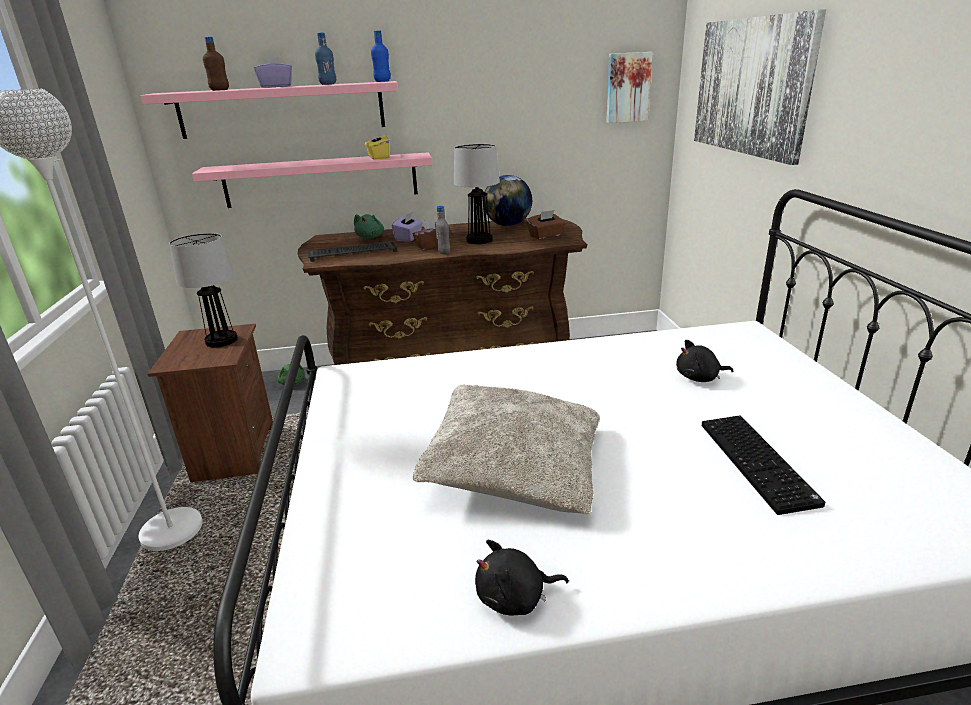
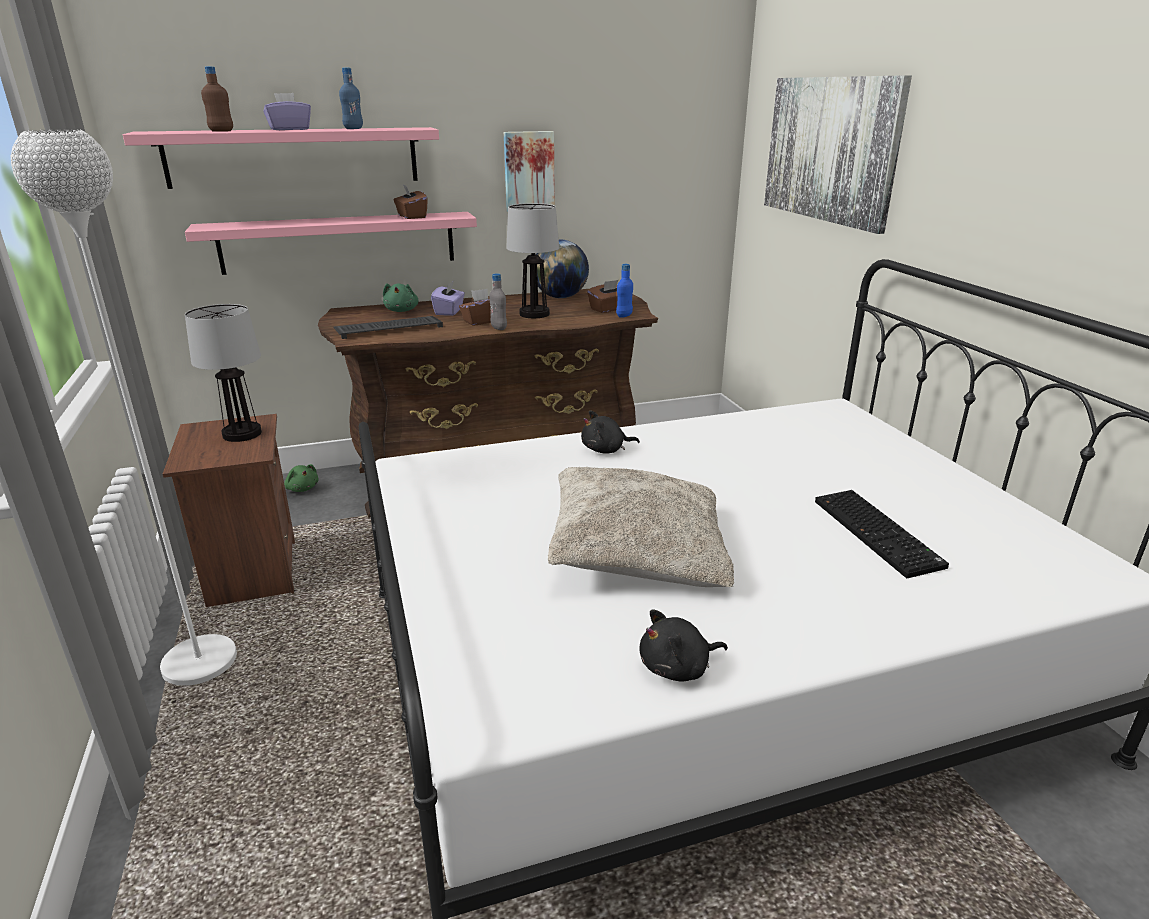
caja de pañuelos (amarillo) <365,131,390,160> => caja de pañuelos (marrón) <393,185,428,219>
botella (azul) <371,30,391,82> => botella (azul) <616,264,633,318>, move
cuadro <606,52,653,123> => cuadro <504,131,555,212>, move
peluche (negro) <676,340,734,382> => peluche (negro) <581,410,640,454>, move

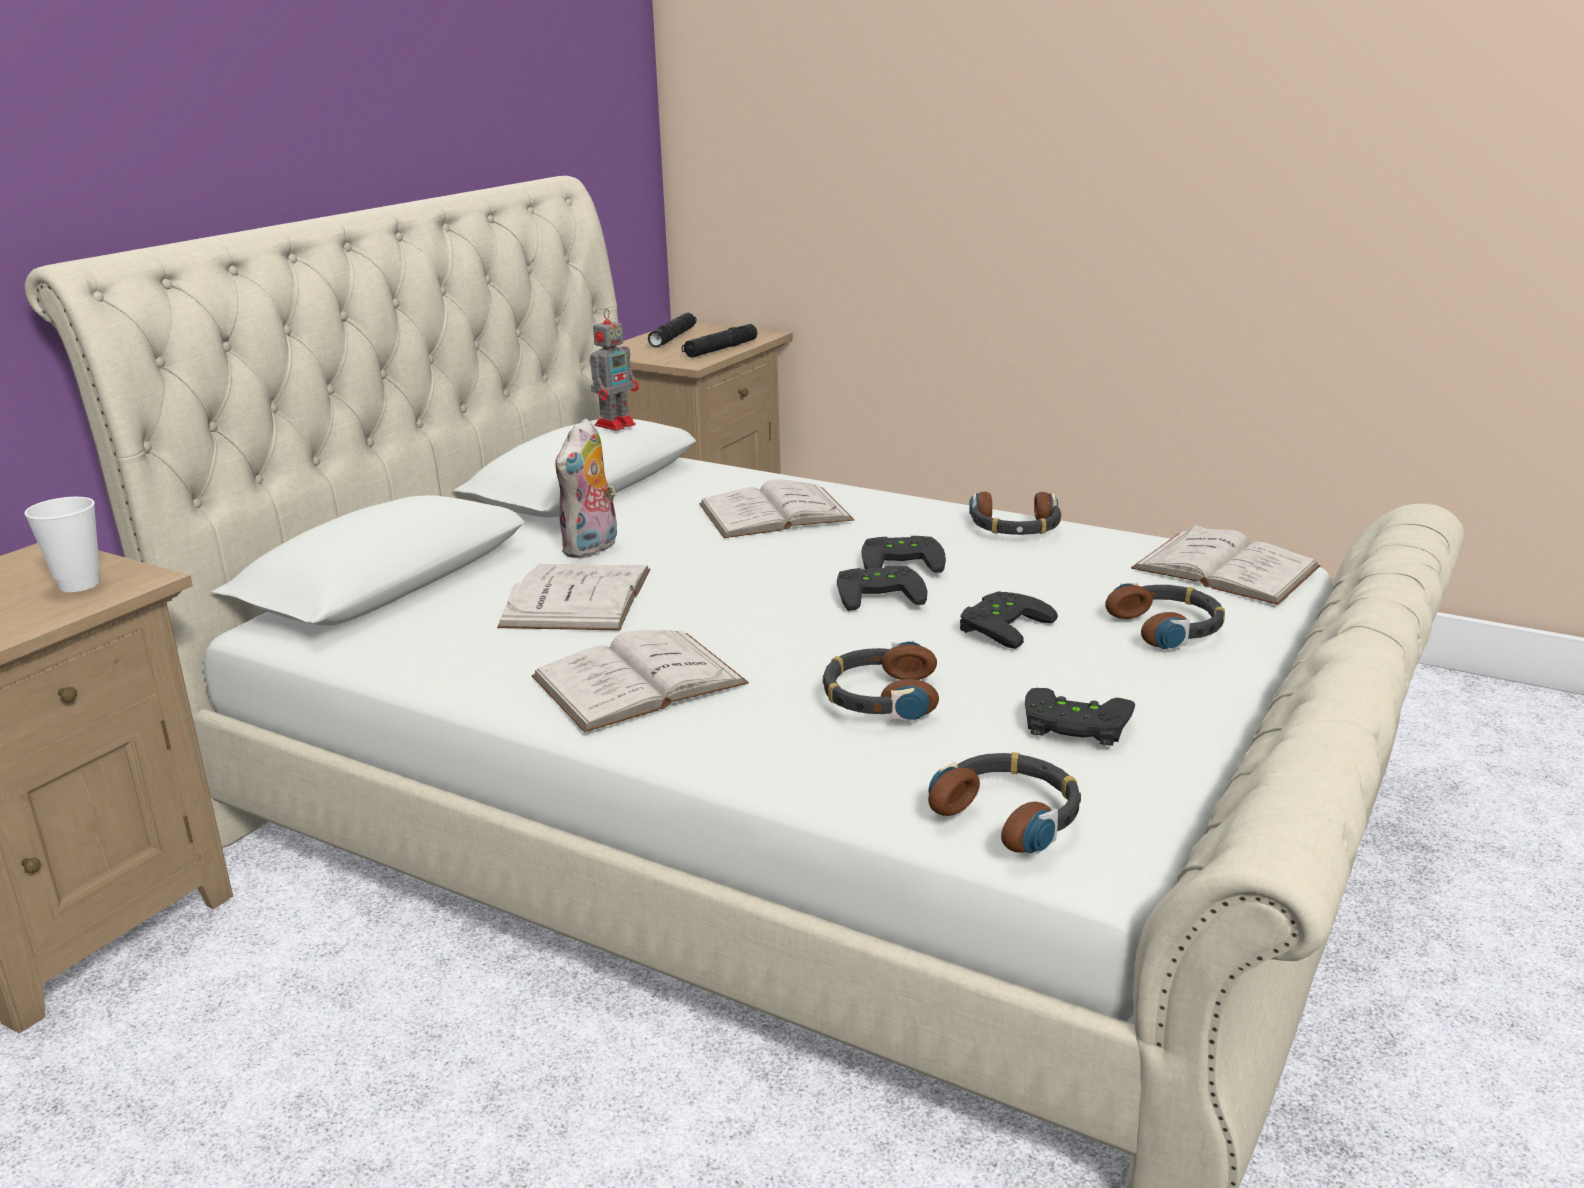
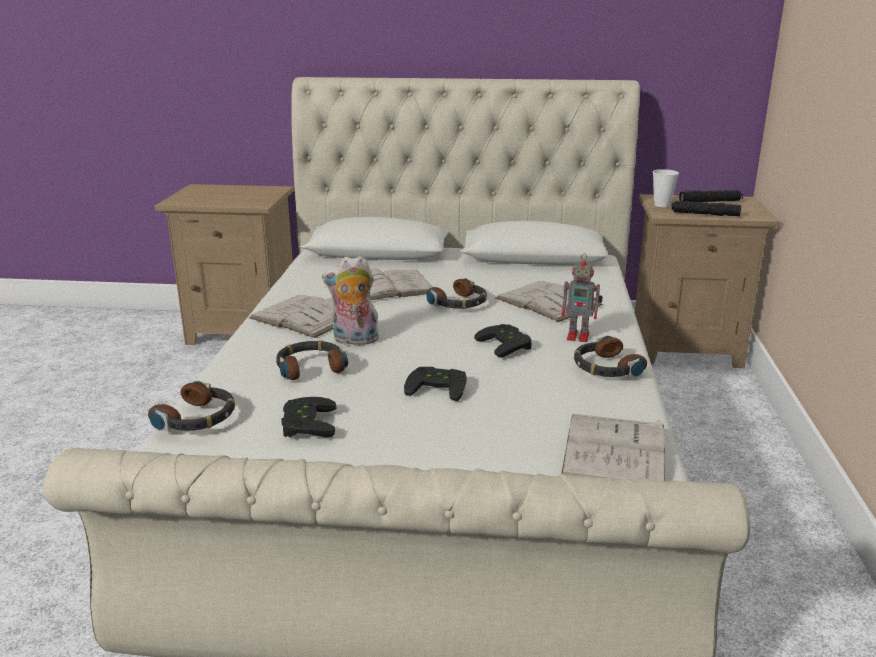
taza <24,497,99,592> => taza <653,169,679,207>, move
peluche <555,418,617,559> => peluche <322,256,379,345>, move
robot de juguete <590,309,639,431> => robot de juguete <562,253,603,342>, move
mando de consola (negro) <837,566,927,611> => nothing
auriculares <1105,583,1225,650> => auriculares <426,278,487,309>, move

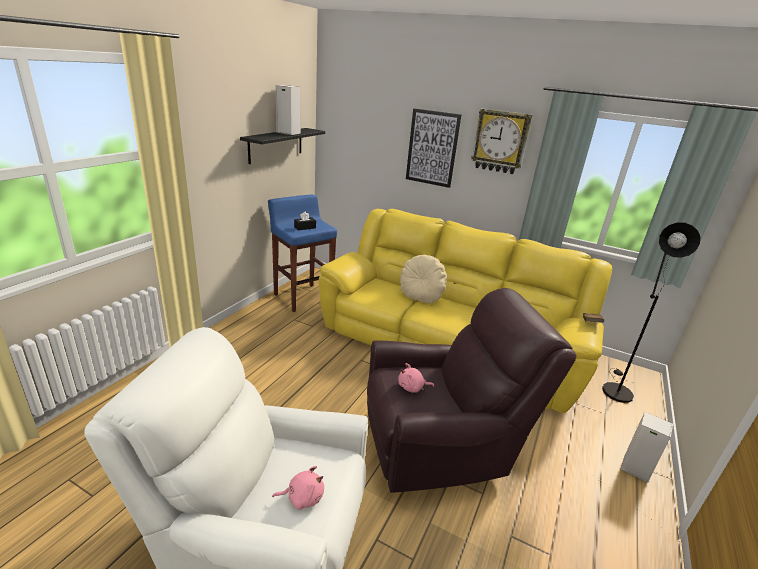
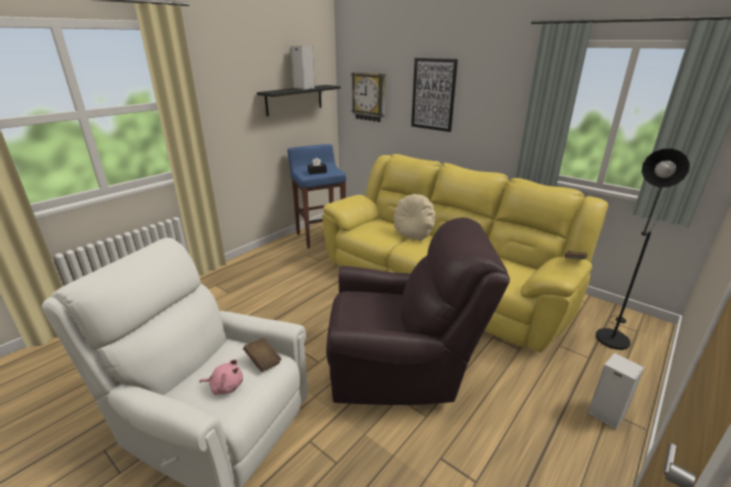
peluche (rosa) <398,363,434,393> => nothing
reloj de pared <471,108,533,174> => reloj de pared <351,72,385,122>, move
nothing => libro (marrón) <243,338,281,372>

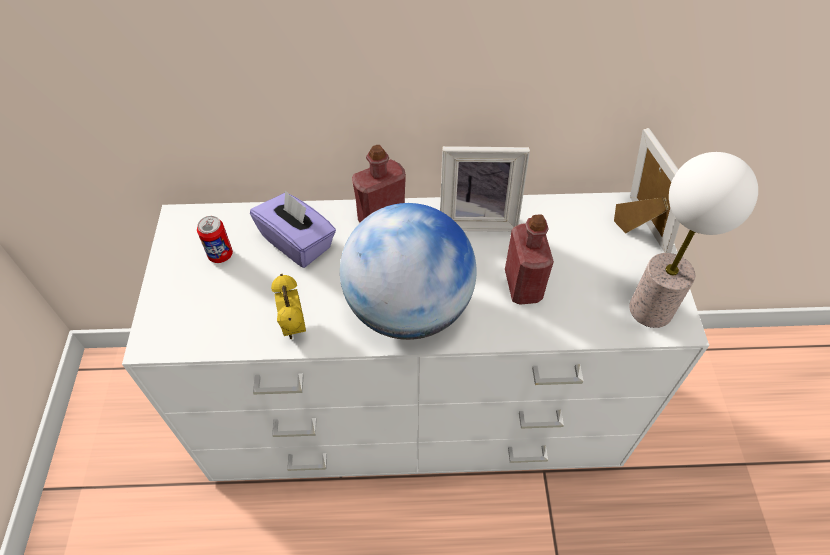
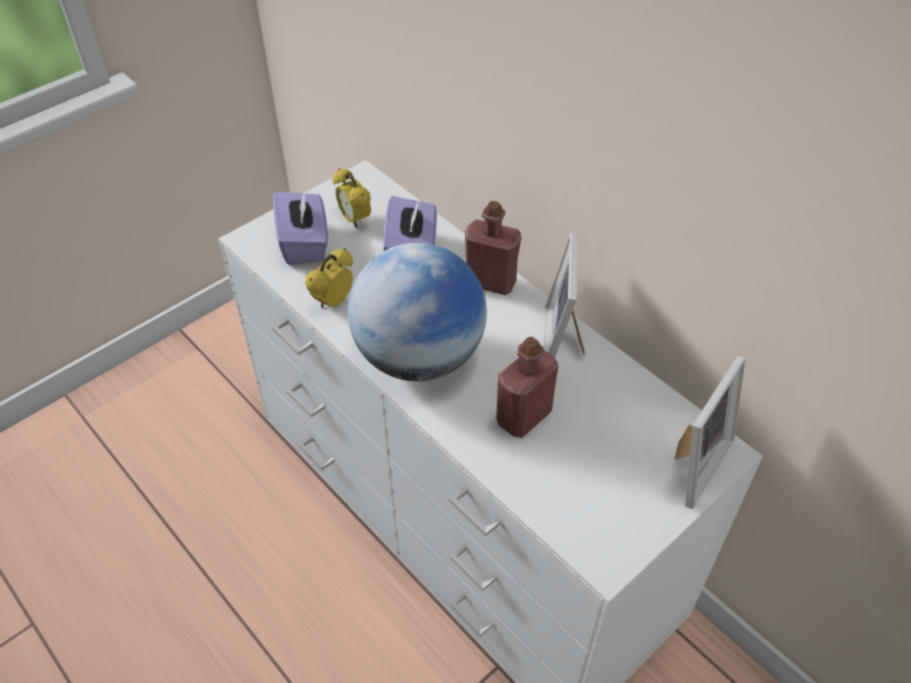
lata <197,216,233,263> => despertador <333,168,371,228>
portarretratos <440,146,530,232> => portarretratos <543,232,584,358>, 45 degrees clockwise
lámpara de mesa <629,152,758,328> => nothing
nothing => caja de pañuelos (morado) <273,190,328,265>

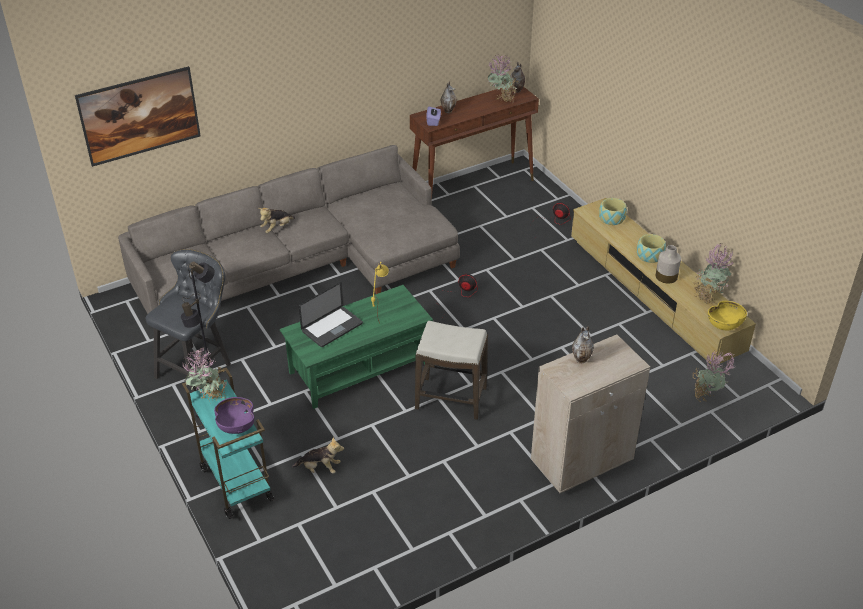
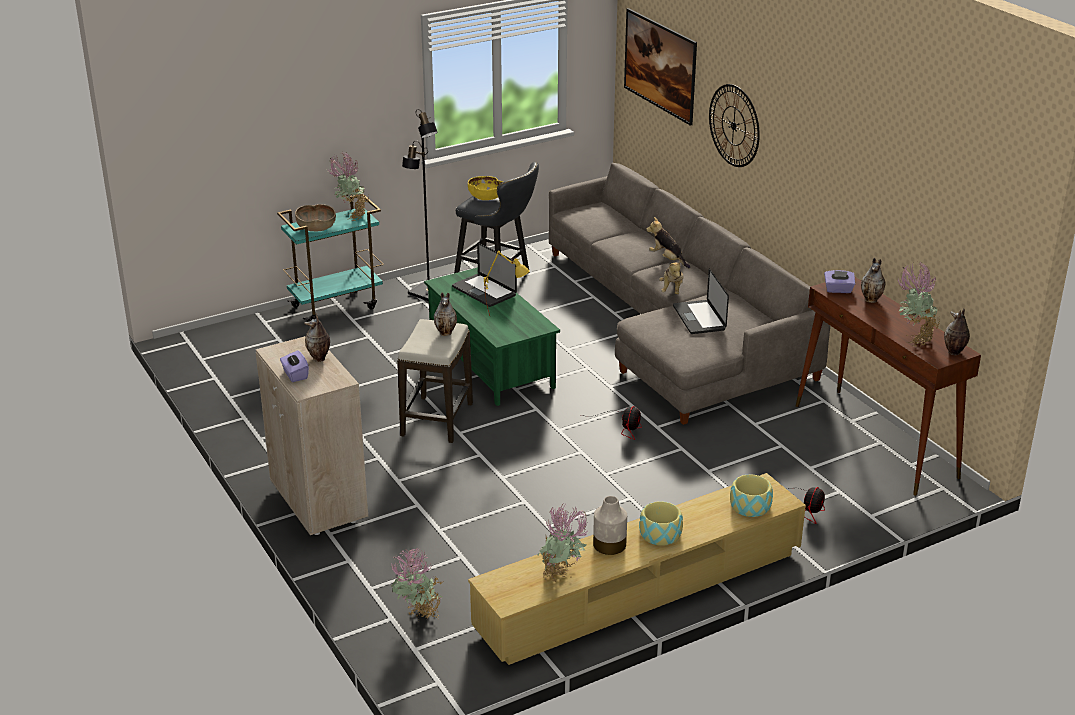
cuenco (morado) <214,397,254,434> => cuenco (marrón) <295,204,336,231>
peluche <292,437,344,473> => peluche <659,260,684,294>, move
cuenco (amarillo) <708,301,747,330> => cuenco (amarillo) <468,176,503,200>, move
nothing => caja de pañuelos (morado) <280,350,309,382>
nothing => florero <434,293,457,336>
nothing => portátil <673,268,729,334>
nothing => reloj de pared <709,84,760,167>

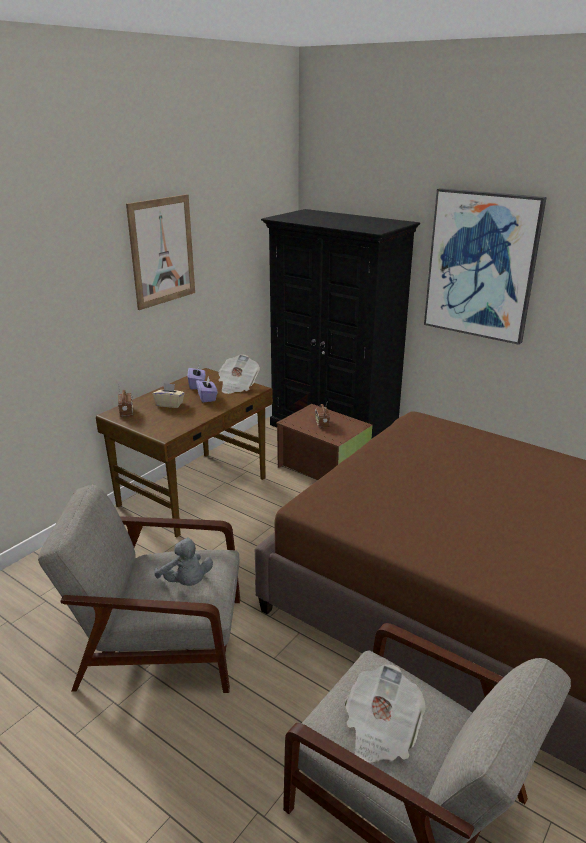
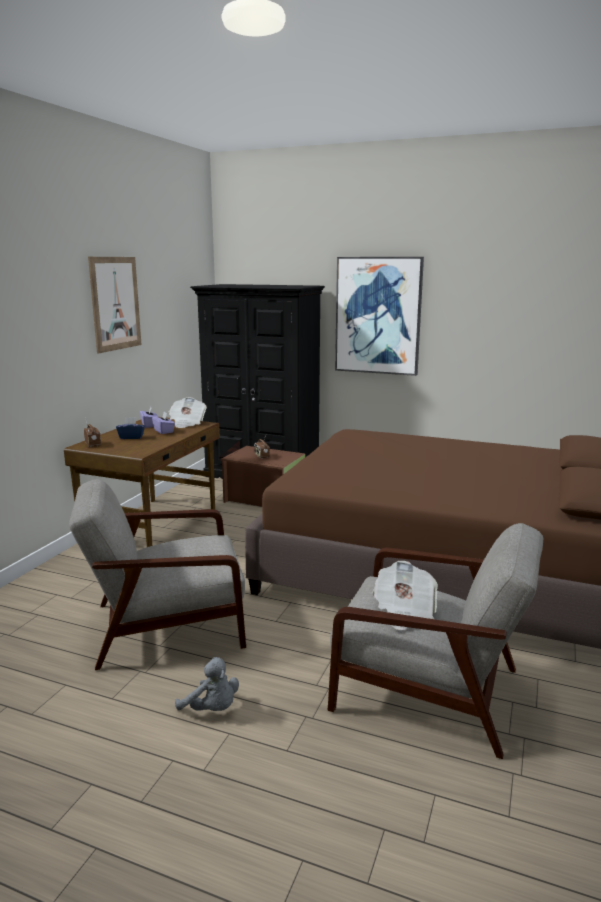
caja de pañuelos (beis) <153,383,185,408> => caja de pañuelos (azul) <116,417,145,439>
peluche (gris) <154,538,213,586> => peluche (gris) <175,657,239,711>, move

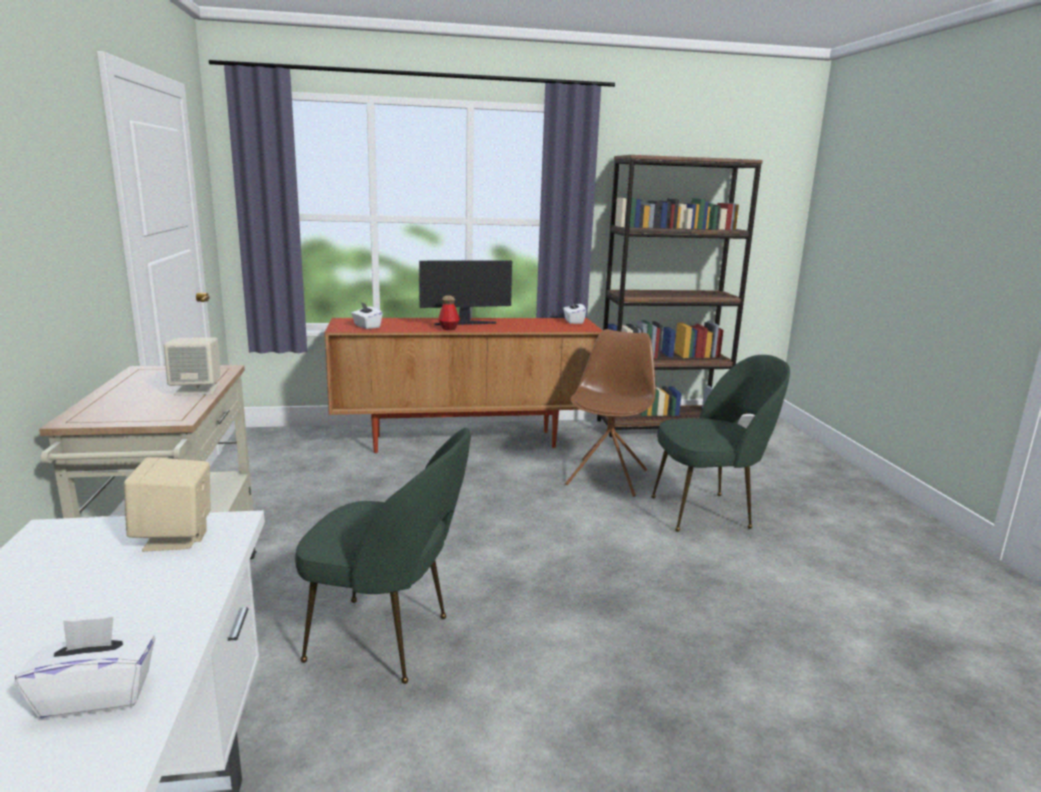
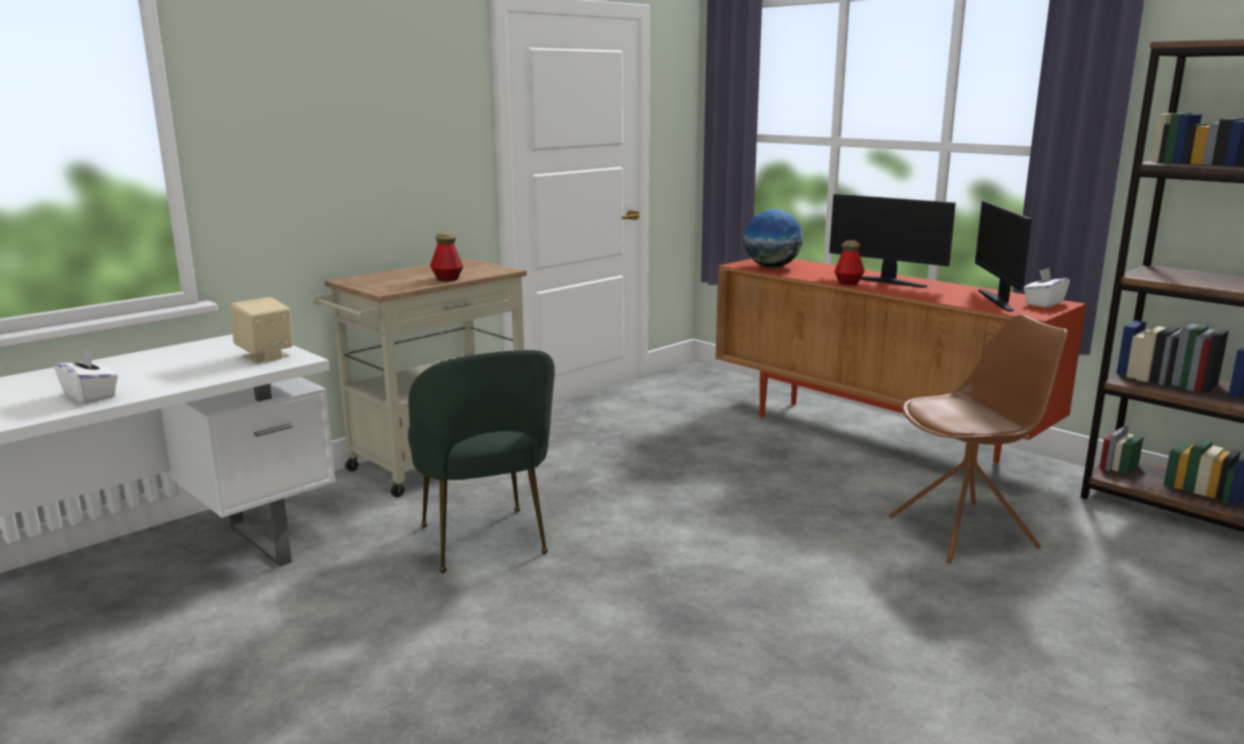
altavoz (beis) <164,337,221,396> => botella <430,232,463,281>
caja de pañuelos (blanco) <351,302,382,329> => globo terráqueo <744,209,803,268>
silla (verde) <651,355,790,532> => nothing
nothing => monitor <975,201,1032,312>

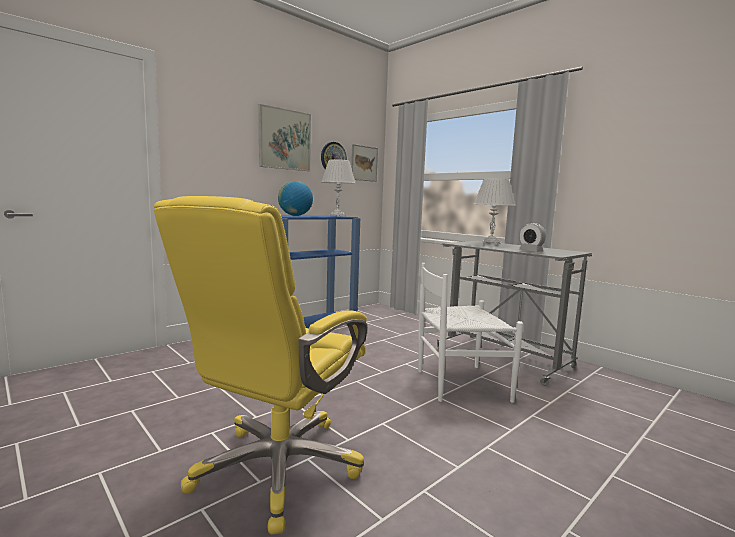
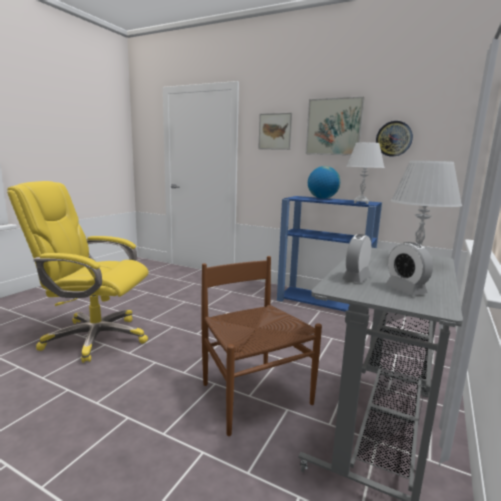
cuadro <351,144,378,182> => cuadro <258,113,292,150>, move
silla (blanco) <418,263,523,403> => silla (marrón) <201,256,322,436>
nothing => despertador <385,242,433,296>

